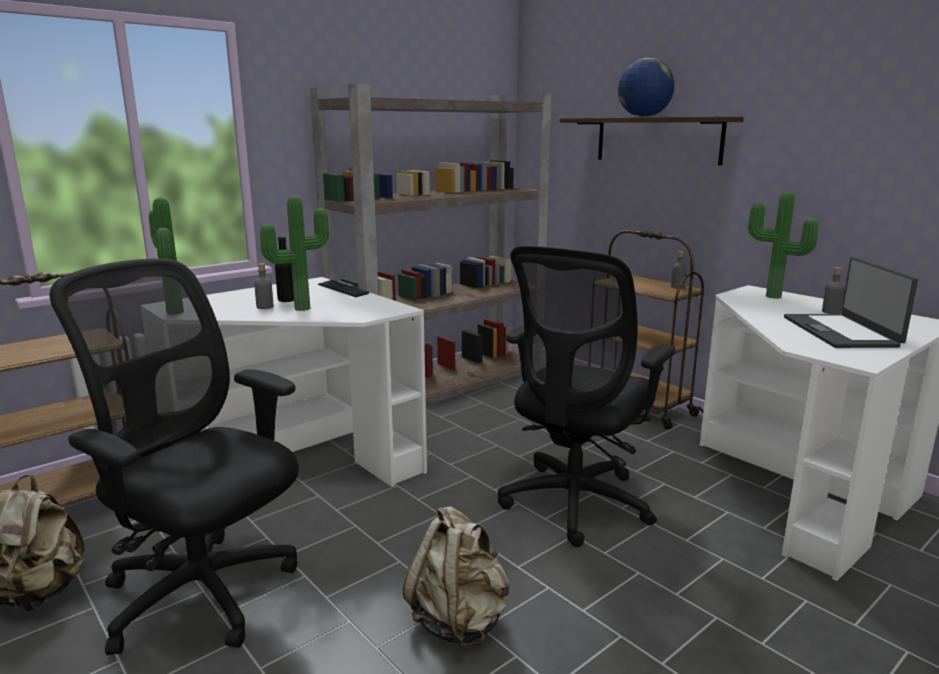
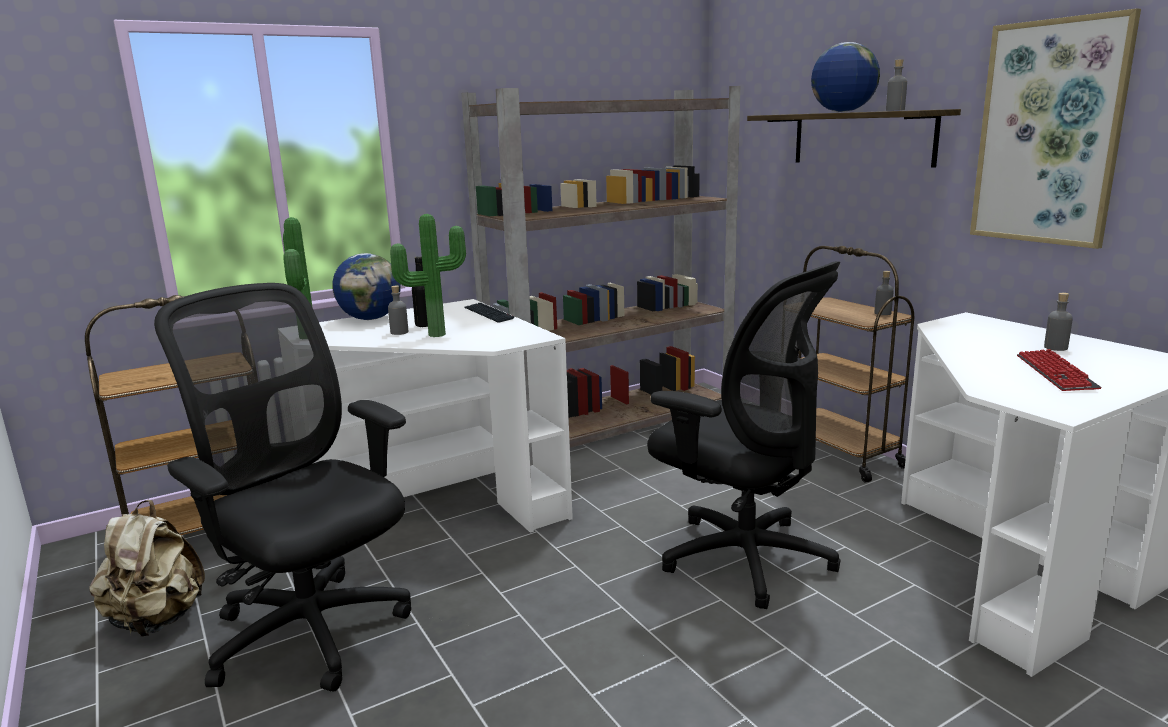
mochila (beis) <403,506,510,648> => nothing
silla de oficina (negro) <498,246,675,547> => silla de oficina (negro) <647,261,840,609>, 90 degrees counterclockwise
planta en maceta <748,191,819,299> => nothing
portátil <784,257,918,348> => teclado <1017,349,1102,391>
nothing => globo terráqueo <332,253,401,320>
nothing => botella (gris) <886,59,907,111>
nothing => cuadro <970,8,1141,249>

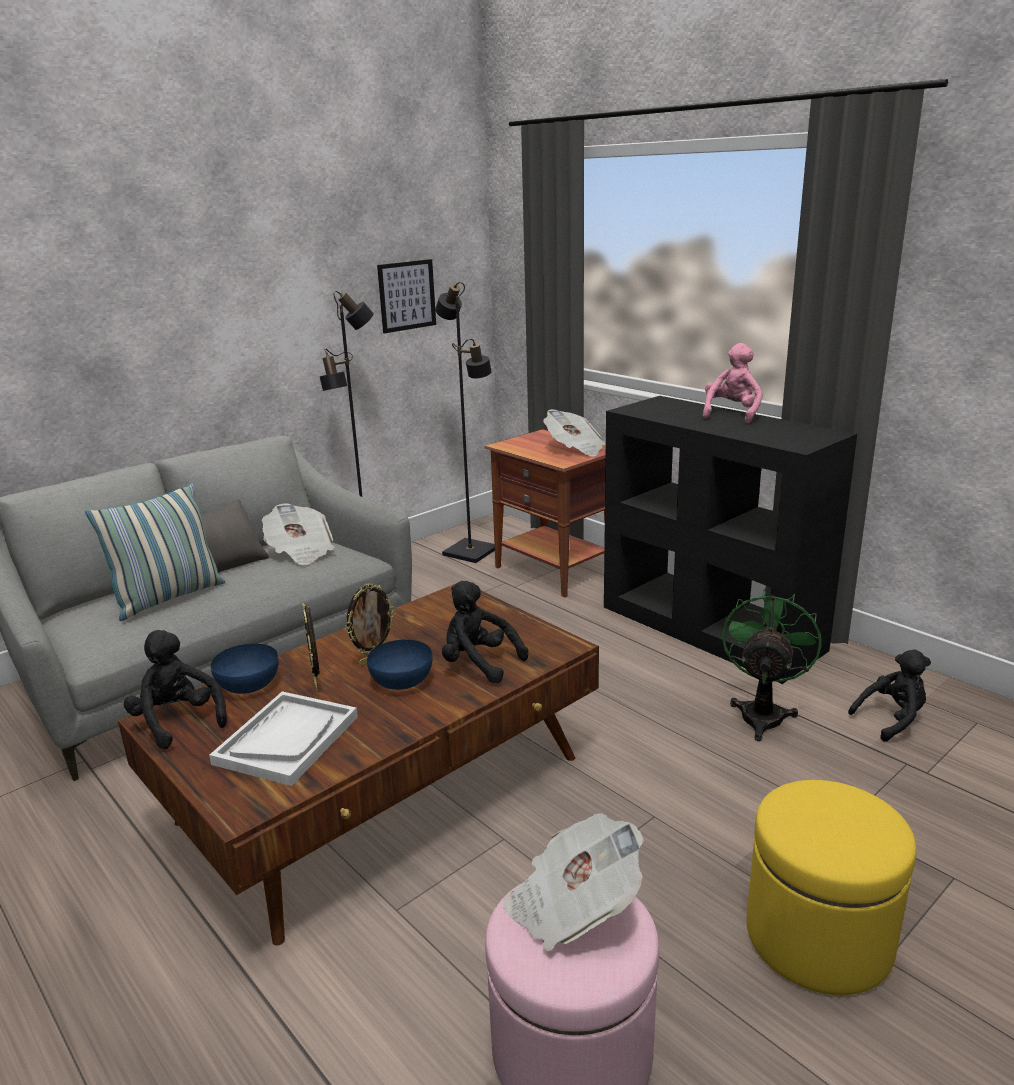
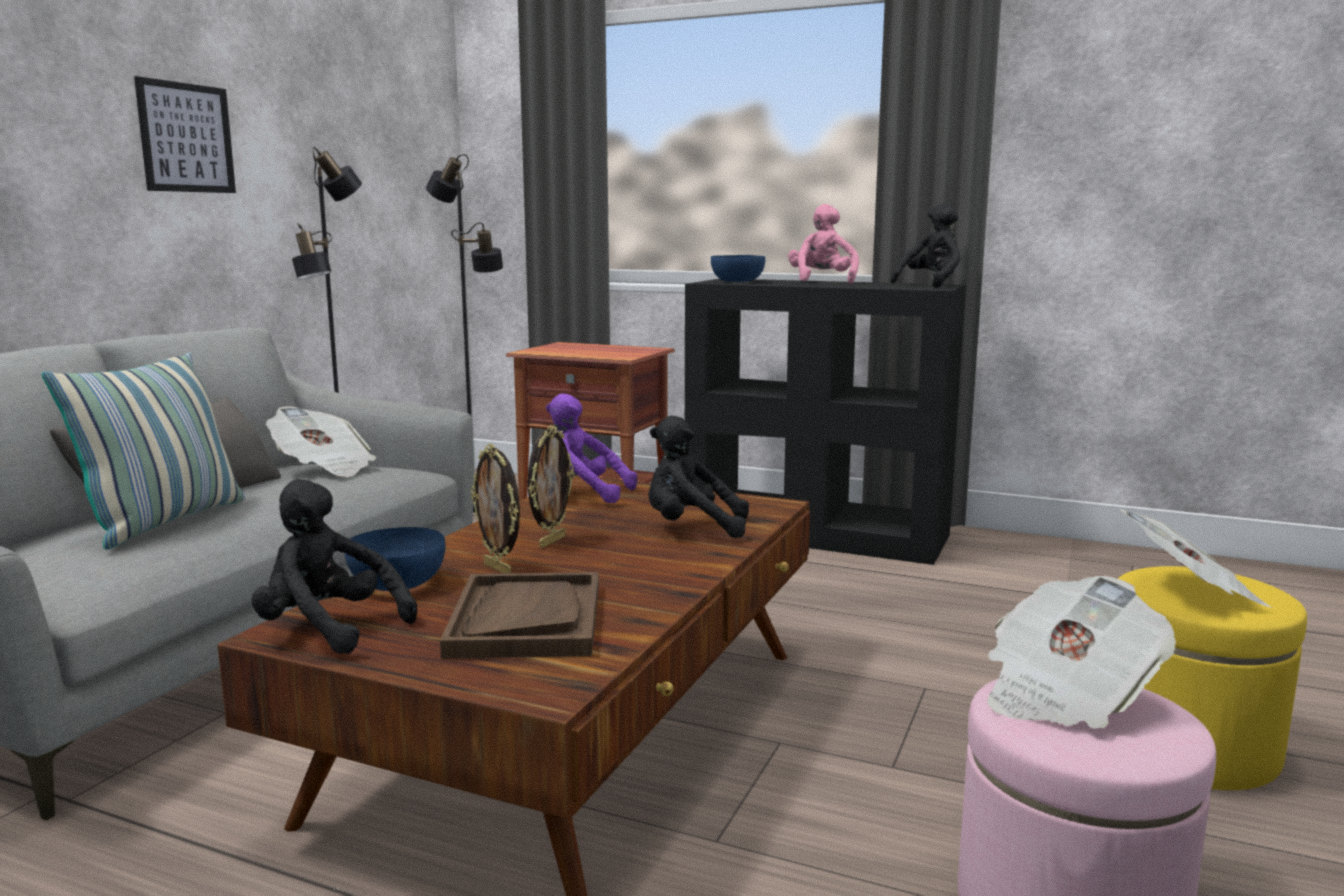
bandeja (blanco) <209,691,358,786> => bandeja (marrón) <440,572,599,659>
cuenco (azul) <367,640,432,690> => cuenco (azul) <711,255,765,282>, move
cuadro <377,259,436,333> => cuadro <134,76,236,193>, move
periódico <544,409,606,457> => periódico <1120,509,1273,608>, move
ventilador (verde) <722,588,821,741> => nothing
peluche (negro) <848,649,931,742> => peluche (negro) <891,203,961,288>, move
nothing => peluche (morado) <546,393,637,503>

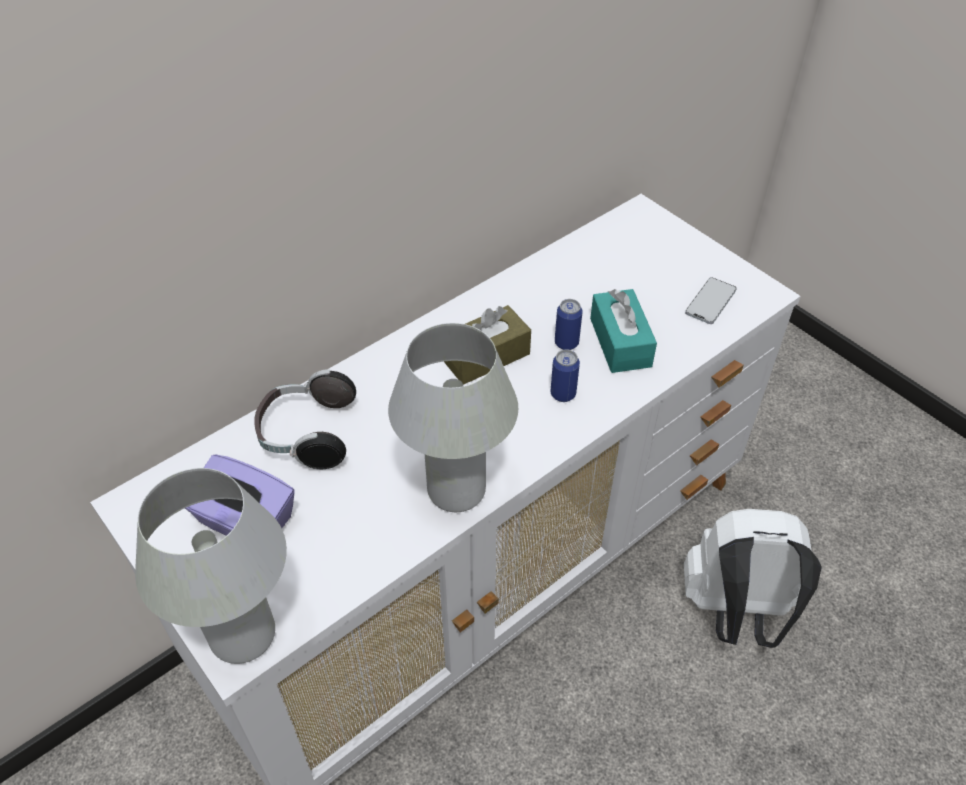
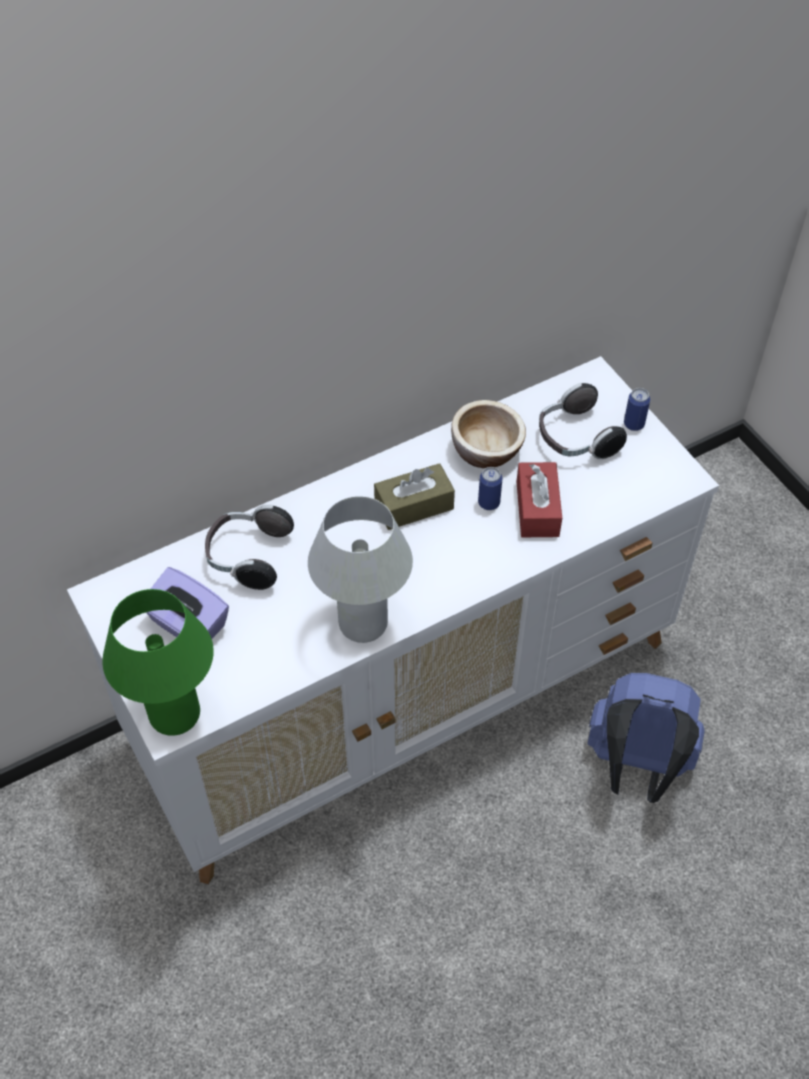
lámpara de mesa (blanco) <135,468,287,664> => lámpara de mesa (verde) <102,589,214,736>
lata <551,349,580,402> => lata <624,388,650,431>, move
caja de pañuelos (turquesa) <590,289,657,373> => caja de pañuelos (rojo) <517,462,562,537>
mochila (blanco) <684,509,822,648> => mochila (azul) <588,673,705,803>
móvil <685,277,737,324> => nothing
nothing => cuenco <451,400,526,468>
nothing => auriculares <539,383,627,459>

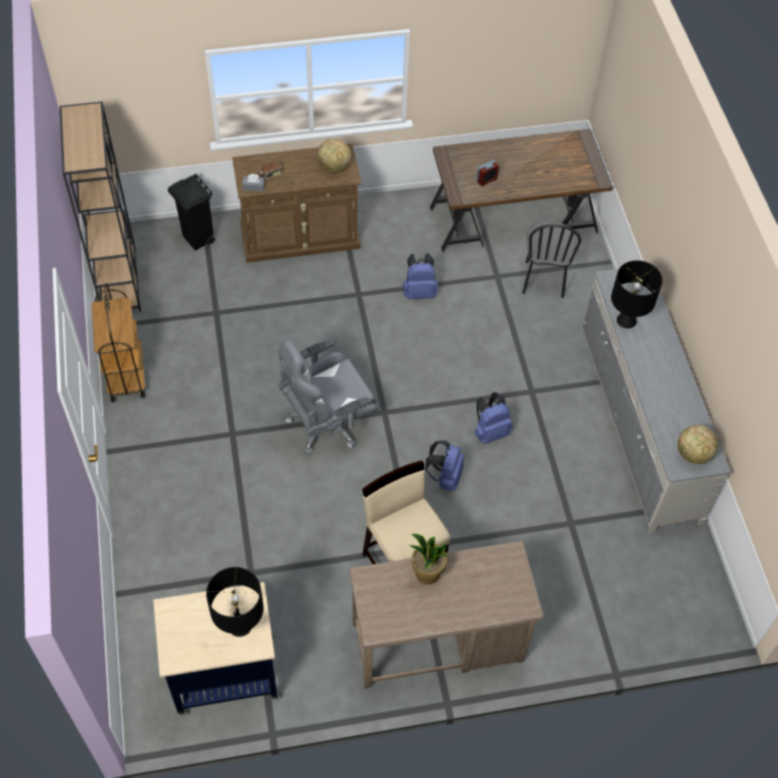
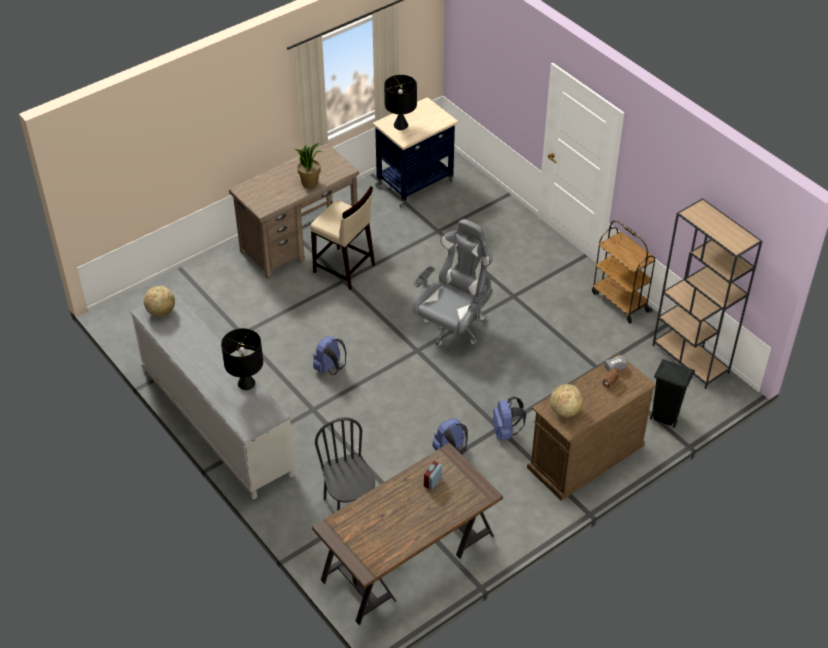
mochila (azul) <426,440,464,491> => mochila (azul) <492,397,526,440>, move

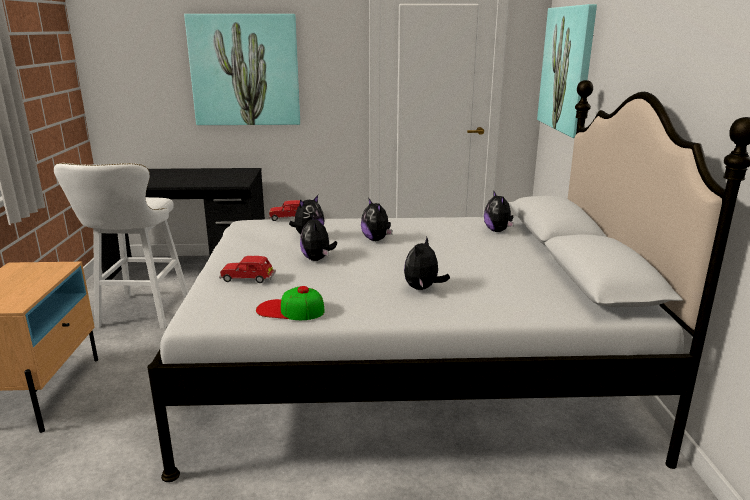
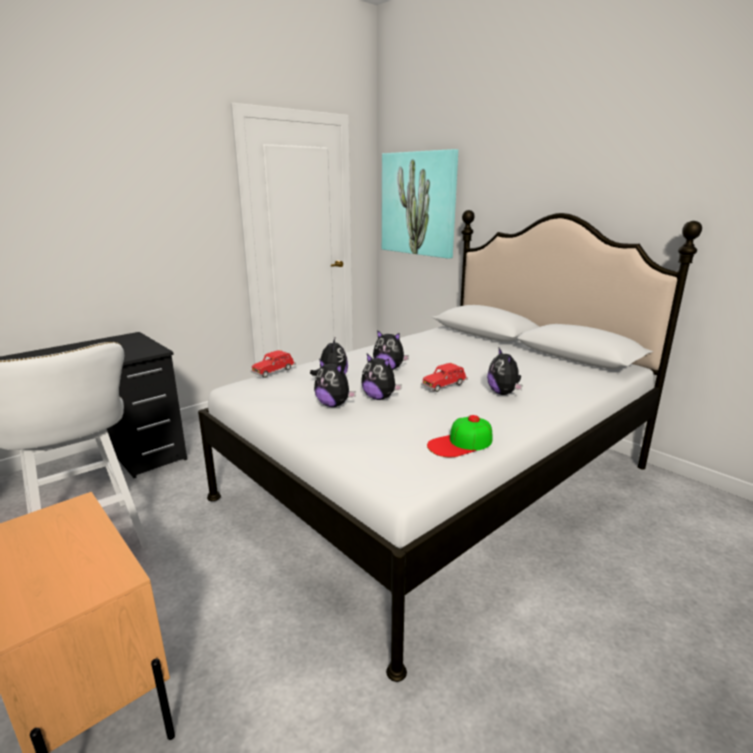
cuadro <184,14,300,125> => nothing
coche de juguete (rojo) <219,256,276,283> => coche de juguete (rojo) <421,363,468,392>, move
peluche <484,190,514,232> => peluche <314,359,356,407>, move

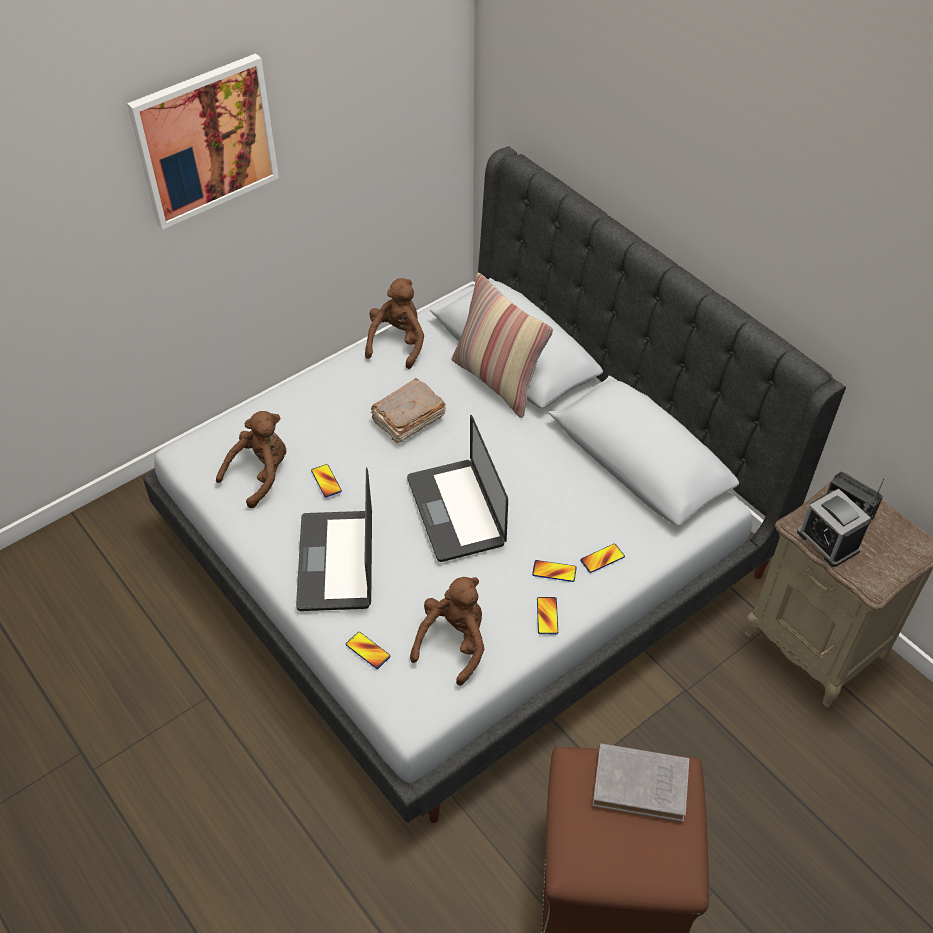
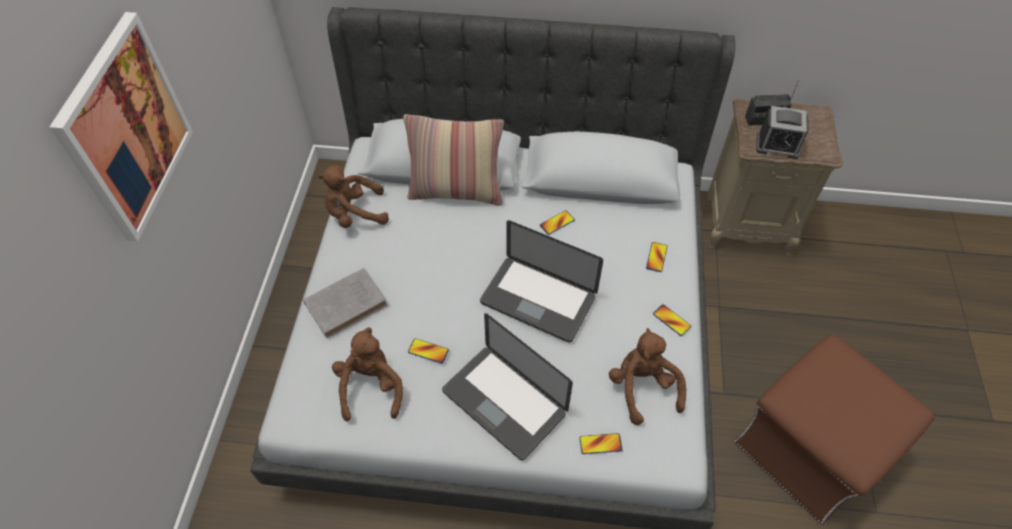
peluche (marrón) <365,278,424,369> => peluche (marrón) <318,165,389,228>, 75 degrees counterclockwise
libro (marrón) <371,378,446,443> => nothing
móvil <532,560,577,582> => móvil <540,210,575,235>, move
libro (gris) <592,743,689,822> => libro (gris) <303,268,388,339>, move

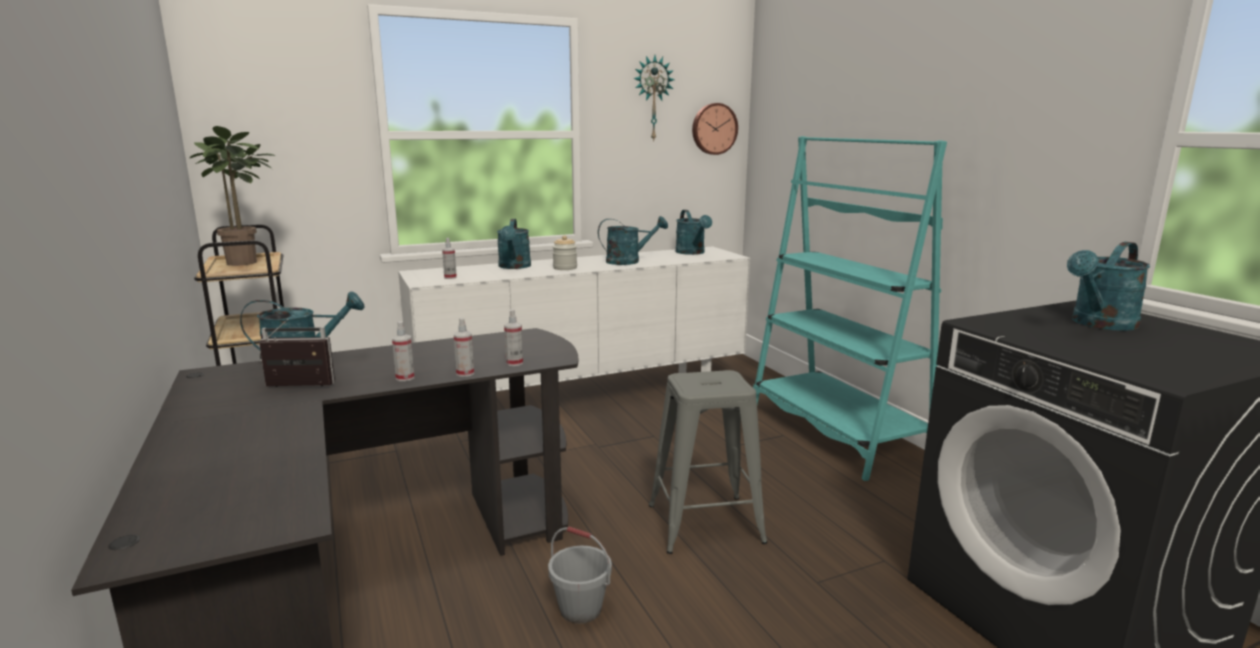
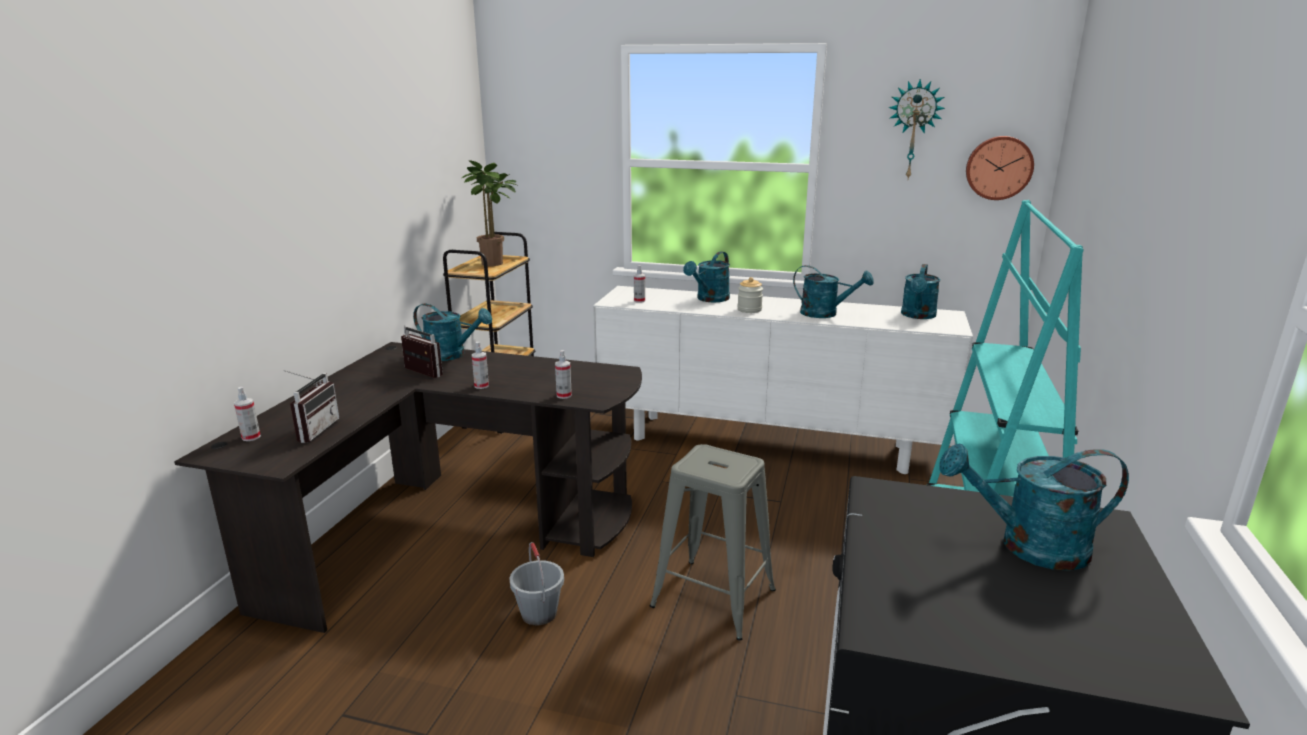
pulverizador <454,318,474,377> => pulverizador <234,387,261,441>, move
nothing => radio <284,370,339,443>

